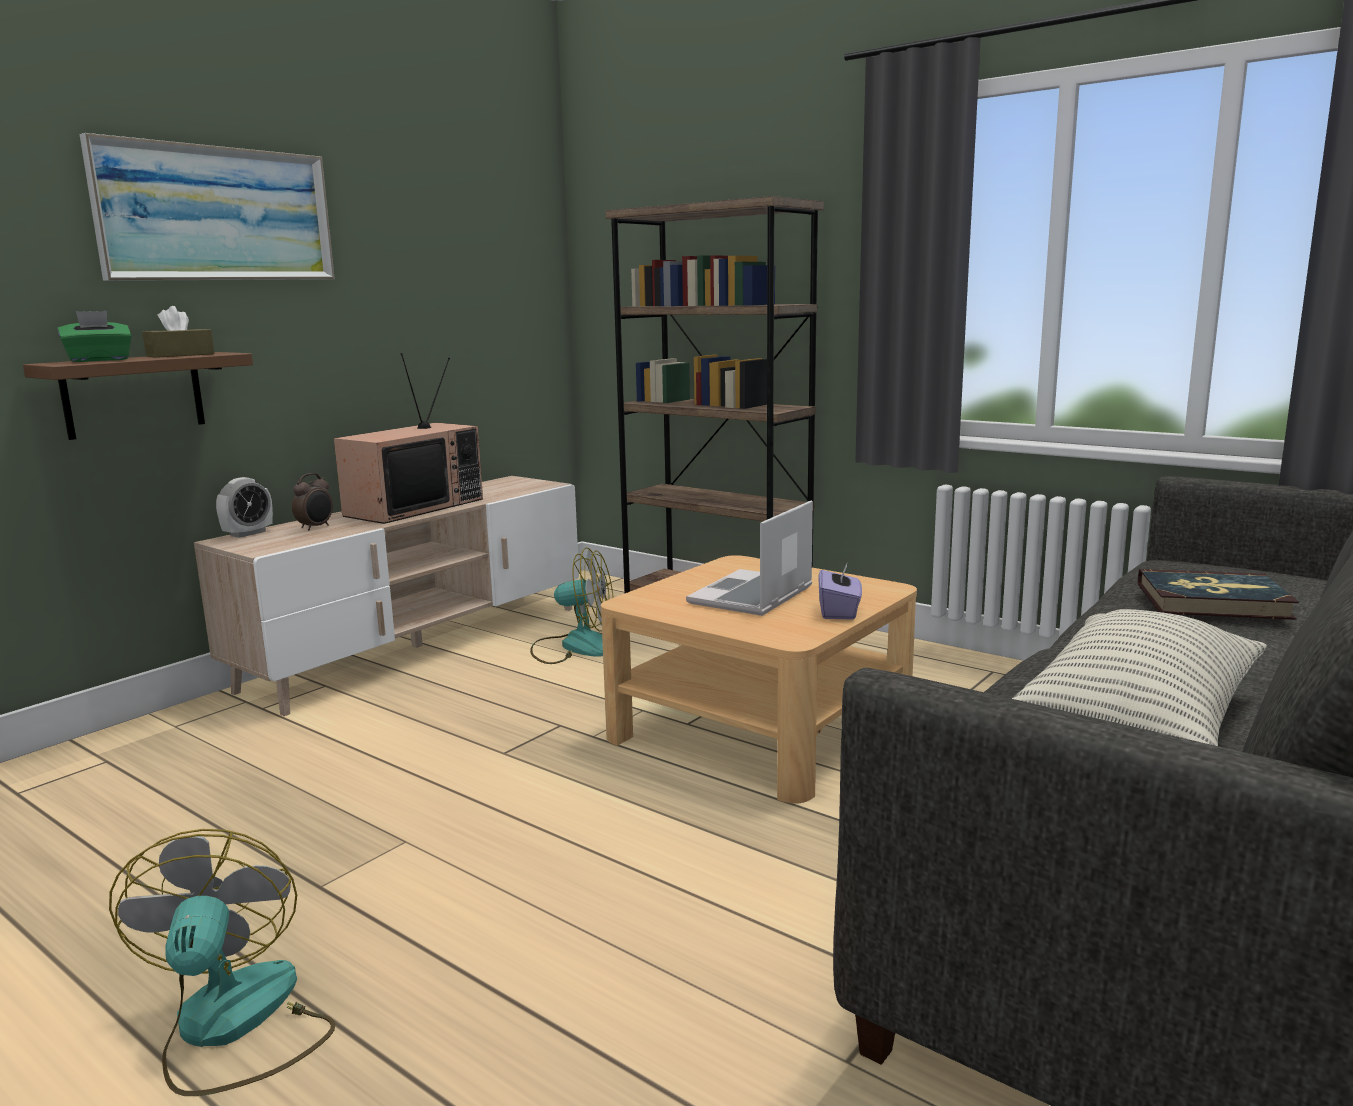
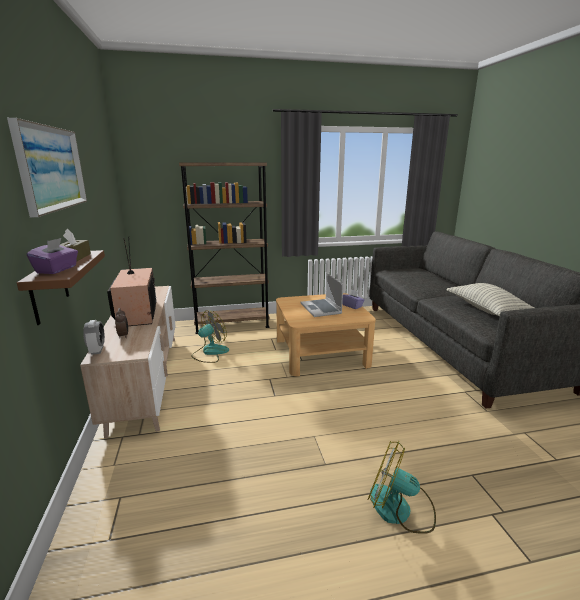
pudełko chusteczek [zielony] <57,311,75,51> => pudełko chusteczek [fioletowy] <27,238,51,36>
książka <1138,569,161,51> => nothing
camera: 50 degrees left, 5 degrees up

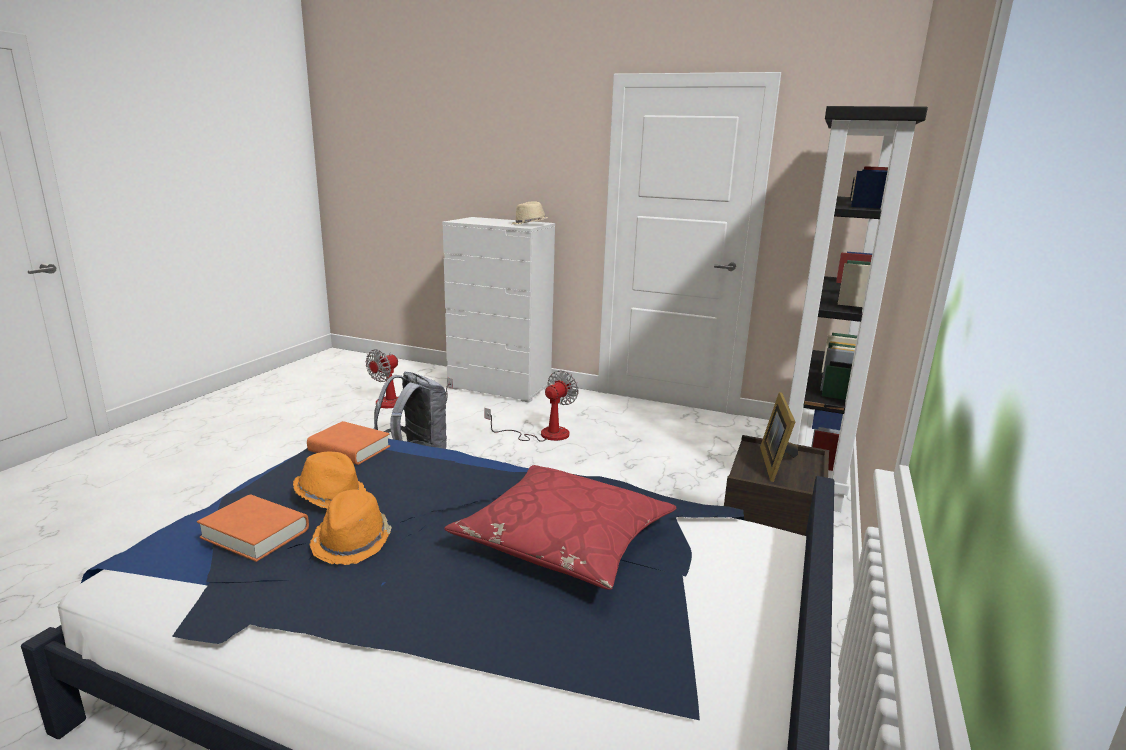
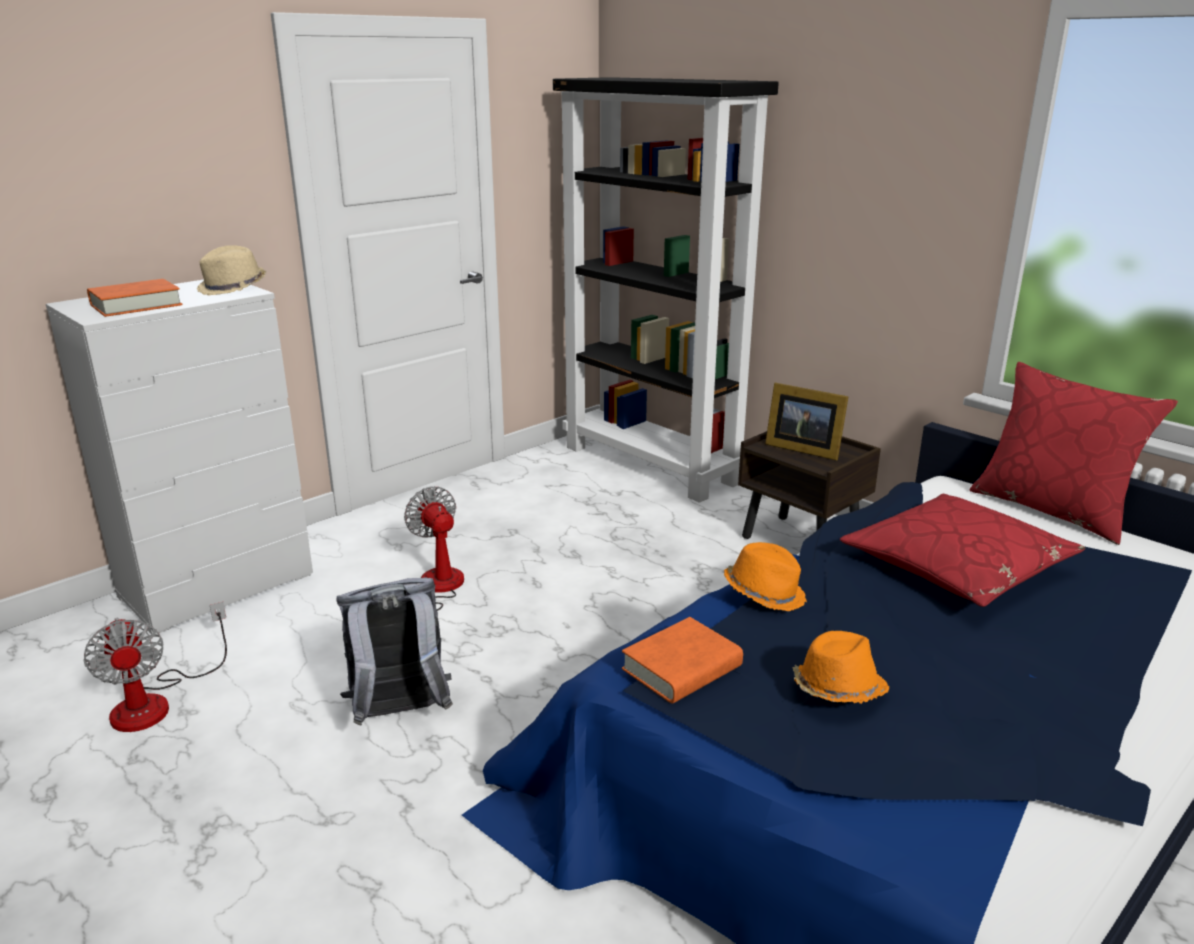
książka [pomarańczowy] <197,495,112,67> => książka [pomarańczowy] <87,279,95,38>, relocated
kapelusz [pomarańczowy] <310,489,82,76> => kapelusz [pomarańczowy] <724,542,83,69>, relocated
nothing => poduszka [czerwony] <970,362,208,183>
camera: 65 degrees left, 5 degrees up

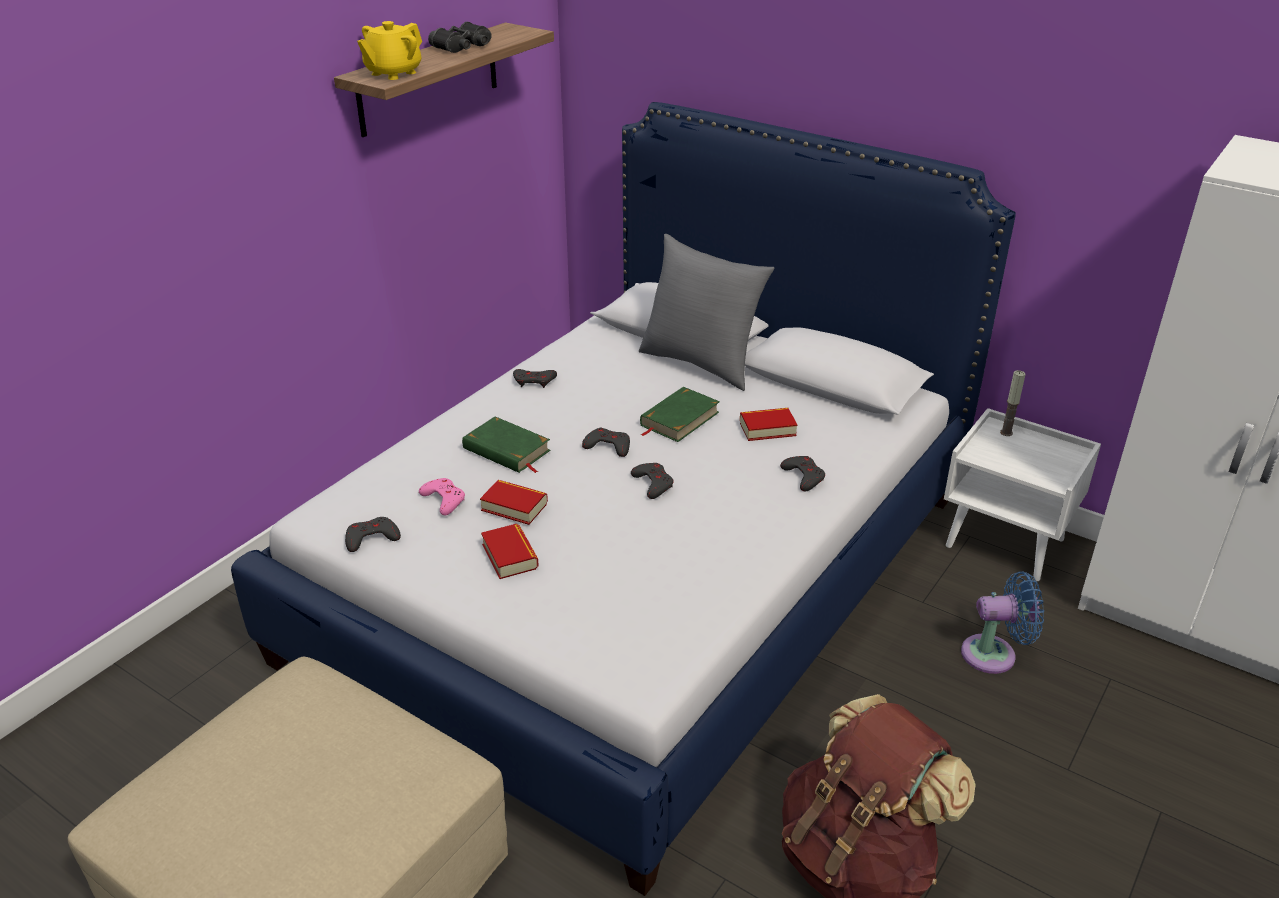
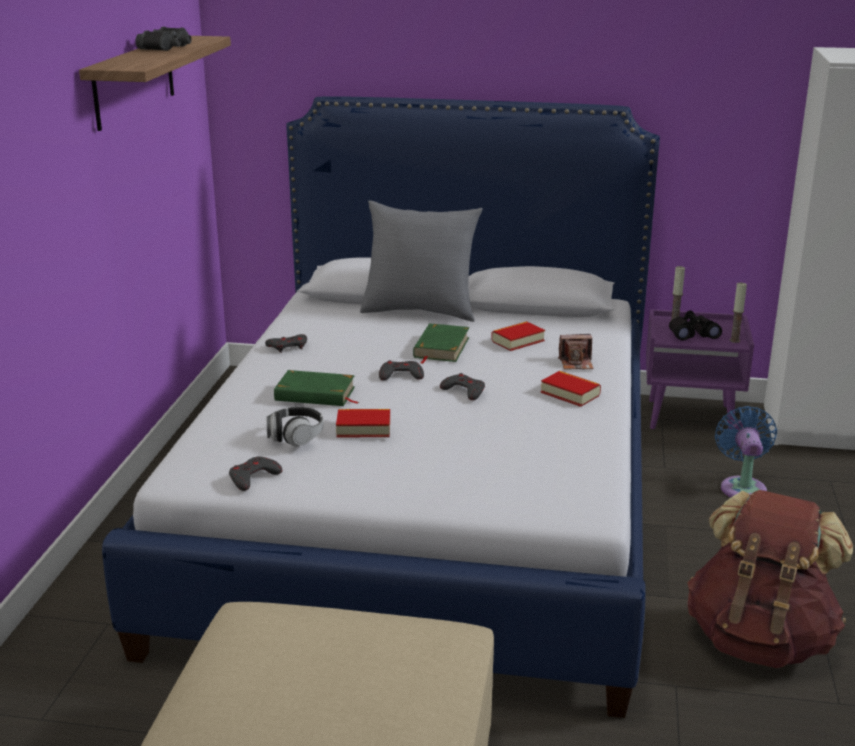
pad do gier [różowy] <419,478,46,37> => słuchawki <266,407,58,39>
książka <481,524,58,55> => książka <541,371,60,36>, relocated
pad do gier [szary] <780,456,45,36> => aparat fotograficzny <558,334,36,35>
szafka nocna [biały] <944,408,157,173> => szafka nocna [fioletowy] <646,309,108,120>
nothing => lornetka [czarny] <669,310,53,31>
wentylator [niebieski] <961,571,83,103> => wentylator [niebieski] <715,406,62,91>, 60 degrees counterclockwise
nothing => świeca <729,283,18,60>
imbryk [żółty] <357,21,65,59> => nothing
camera: 25 degrees left, 10 degrees down

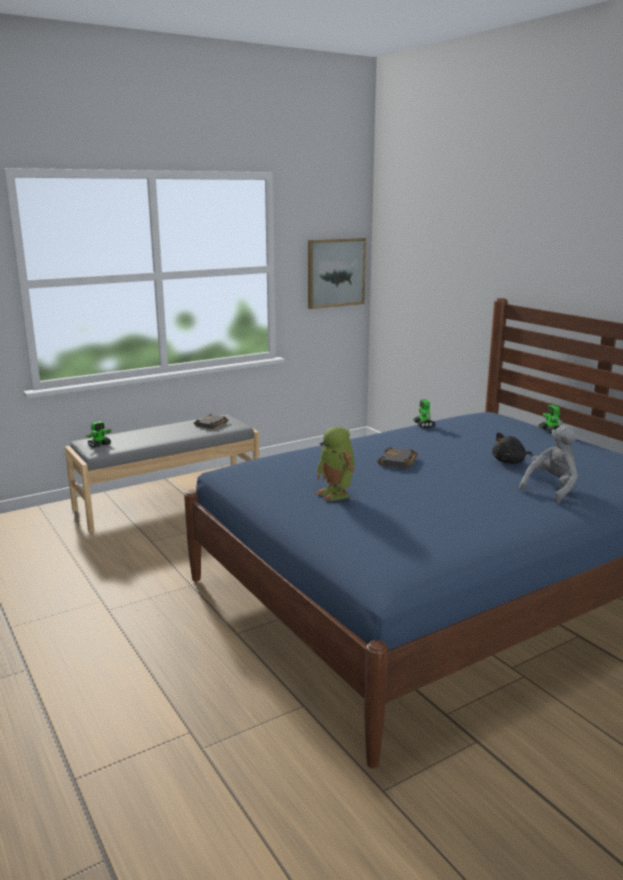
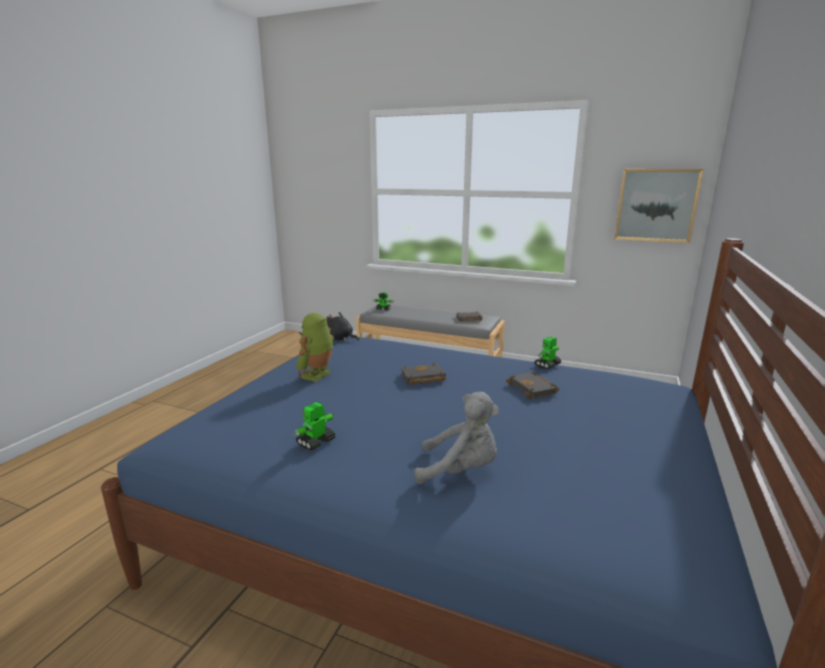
robot zabawkowy <538,405,24,29> => robot zabawkowy <293,402,43,48>, relocated
pluszak [czarny] <492,432,40,32> => pluszak [czarny] <327,312,32,29>, relocated
nothing => książka [czarny] <506,372,53,27>
camera: 55 degrees right, 0 degrees up

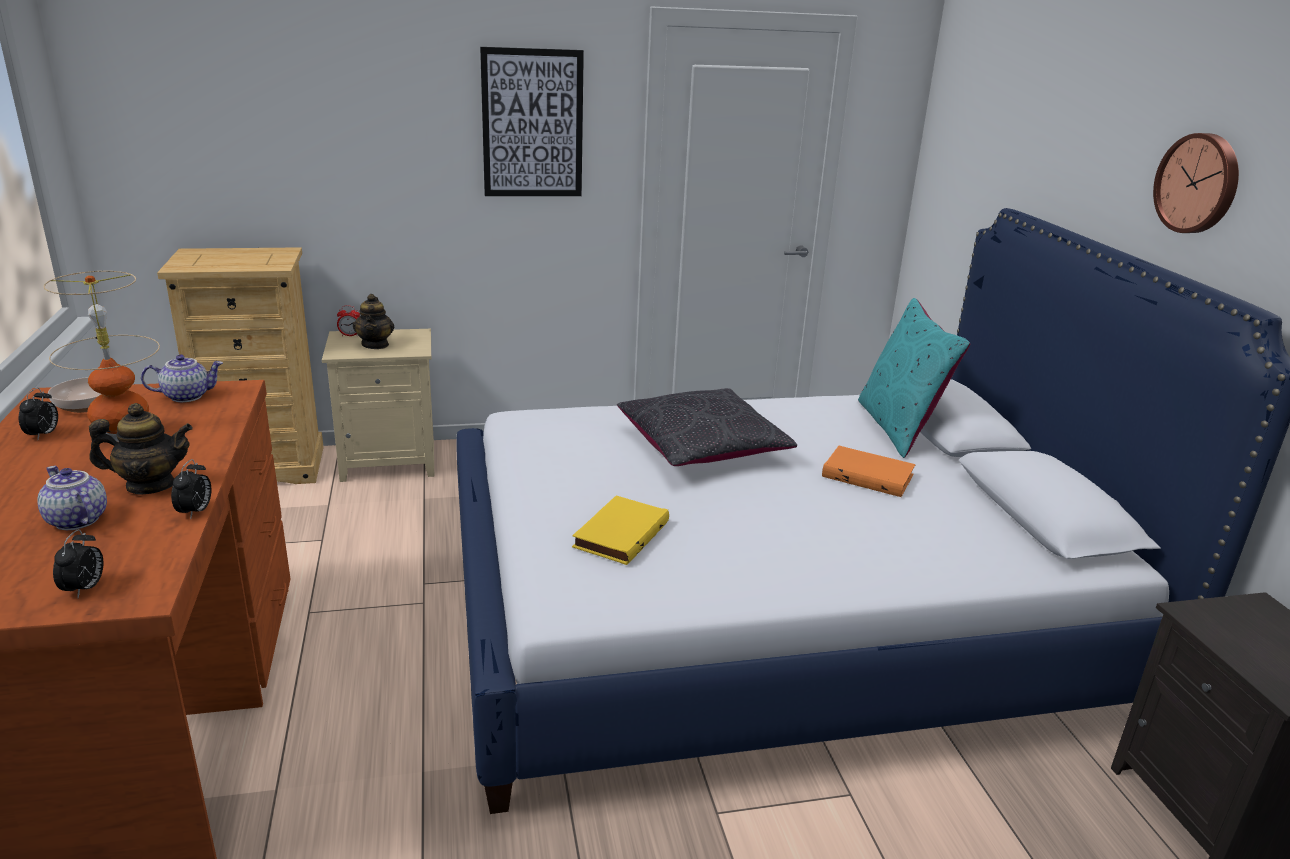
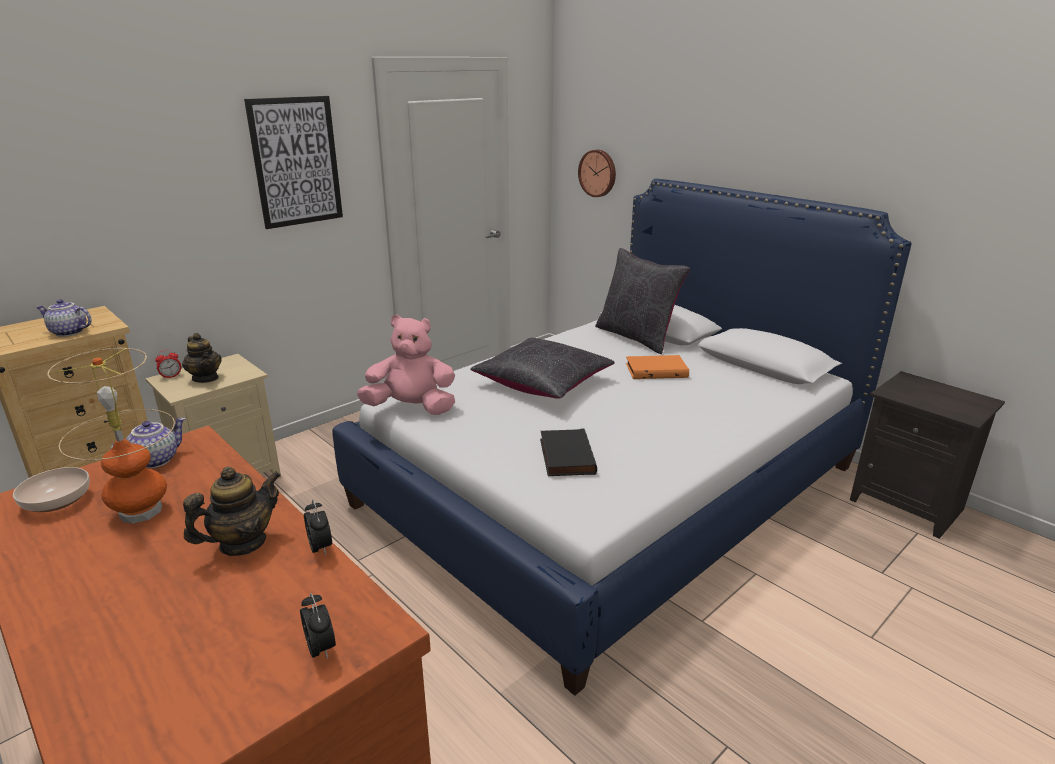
imbryk <37,466,70,64> => imbryk <36,299,56,38>, relocated
nothing => pluszak [różowy] <357,315,98,100>
książka [żółty] <572,495,97,70> => książka [czarny] <540,429,57,47>
zegar ścienny <1153,133,86,100> => zegar ścienny <578,150,38,47>, relocated
poduszka [turkusowy] <858,298,112,160> => poduszka [czarny] <595,248,95,106>
budzik <19,388,39,52> => nothing
camera: 30 degrees left, 0 degrees up

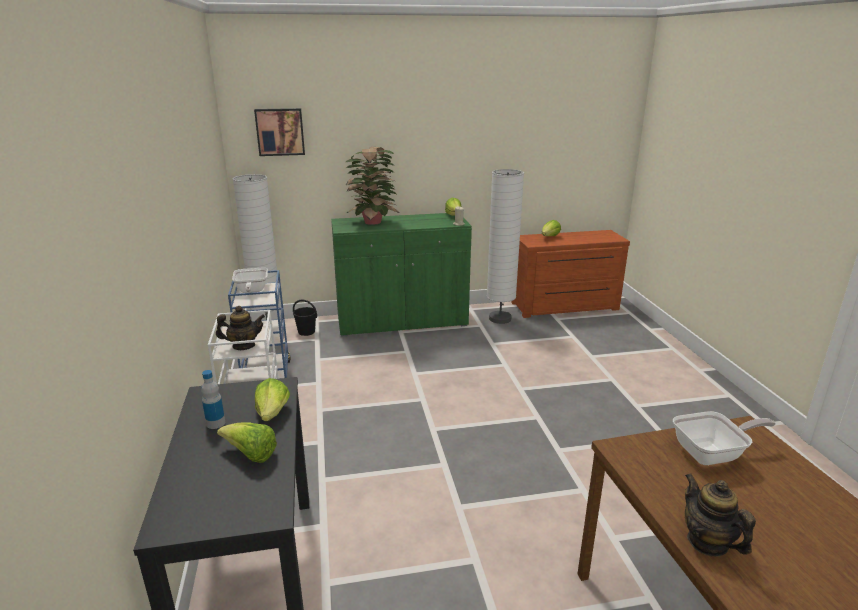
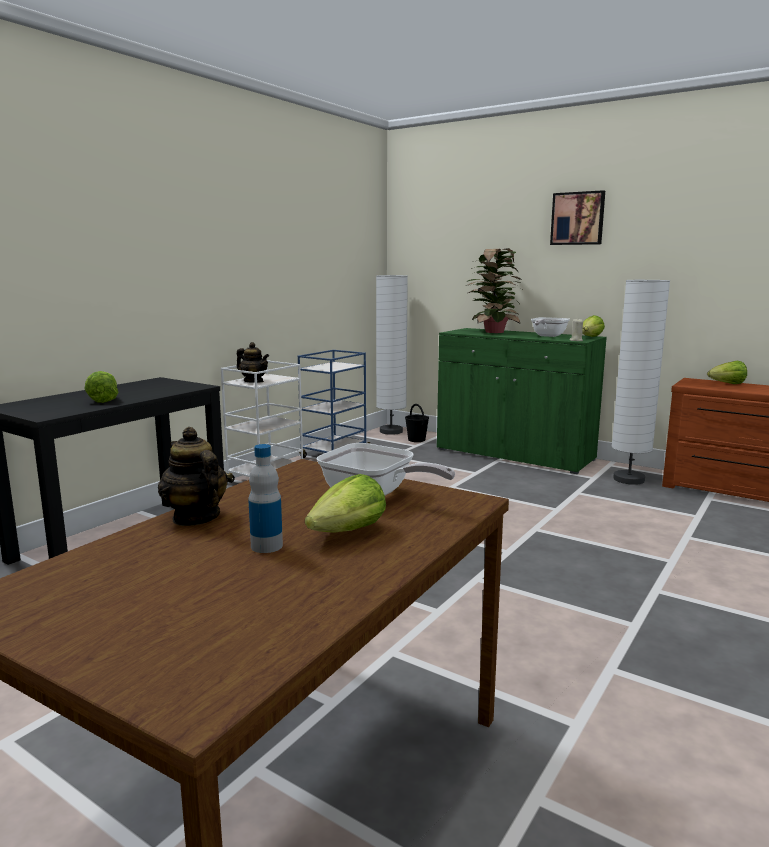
imbryk <685,473,71,84> => imbryk <158,427,70,99>, 60 degrees counterclockwise
butelka <201,370,24,59> => butelka <248,444,35,109>, relocated
sałata <255,378,35,43> => sałata <305,474,81,59>, relocated
patelnia <232,268,36,25> => patelnia <531,317,39,20>, relocated
obraz <254,108,51,48> => obraz <550,190,55,55>, relocated
camera: 45 degrees right, 10 degrees down

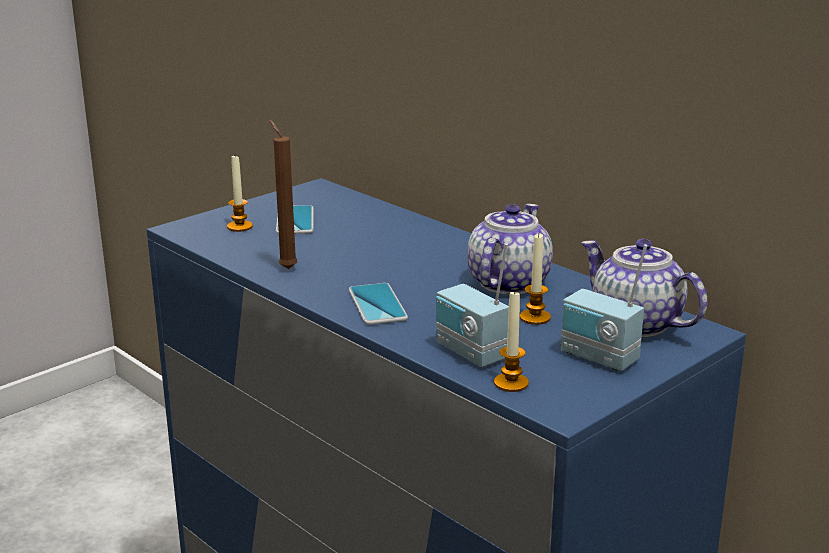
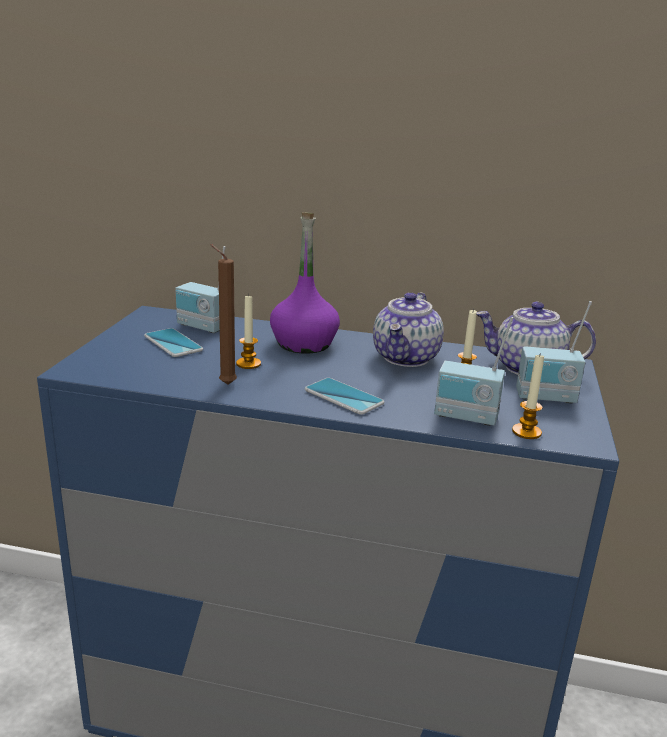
nothing => radio <175,246,50,87>
świeca <227,156,26,76> => świeca <236,294,25,75>, relocated
nothing => butelka [fioletowy] <270,212,70,142>
imbryk <467,204,86,91> => imbryk <373,292,71,75>, 150 degrees counterclockwise
camera: 35 degrees left, 0 degrees up

